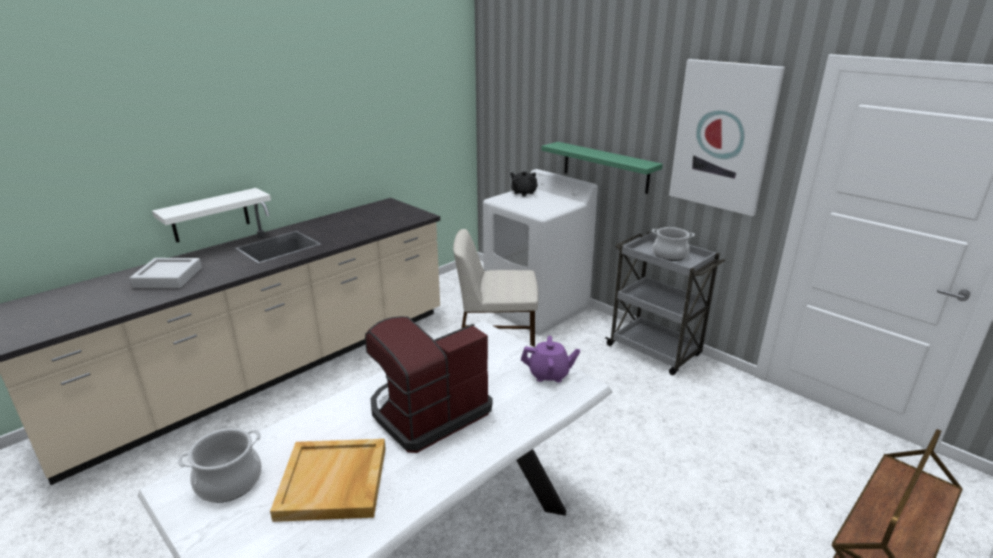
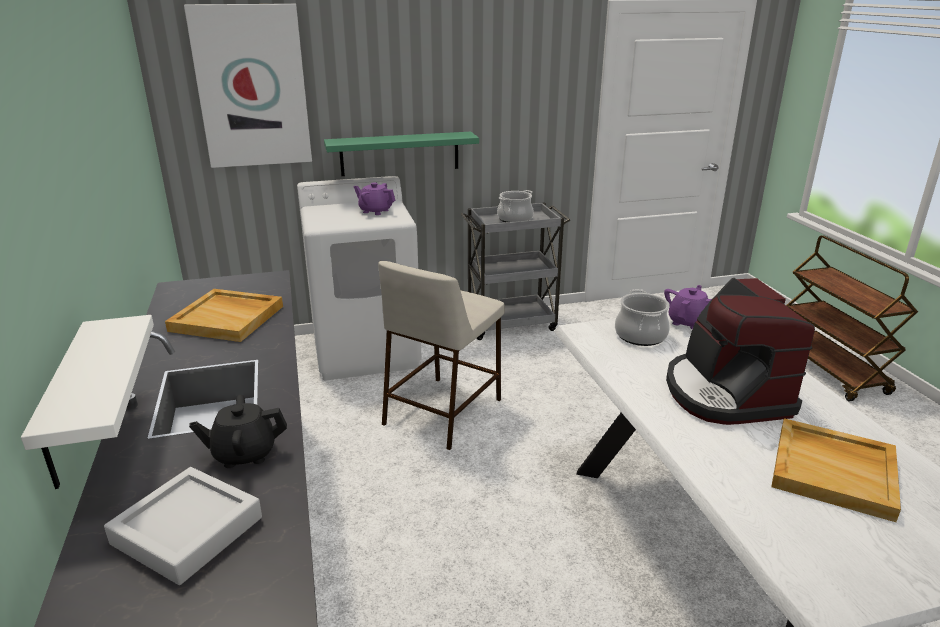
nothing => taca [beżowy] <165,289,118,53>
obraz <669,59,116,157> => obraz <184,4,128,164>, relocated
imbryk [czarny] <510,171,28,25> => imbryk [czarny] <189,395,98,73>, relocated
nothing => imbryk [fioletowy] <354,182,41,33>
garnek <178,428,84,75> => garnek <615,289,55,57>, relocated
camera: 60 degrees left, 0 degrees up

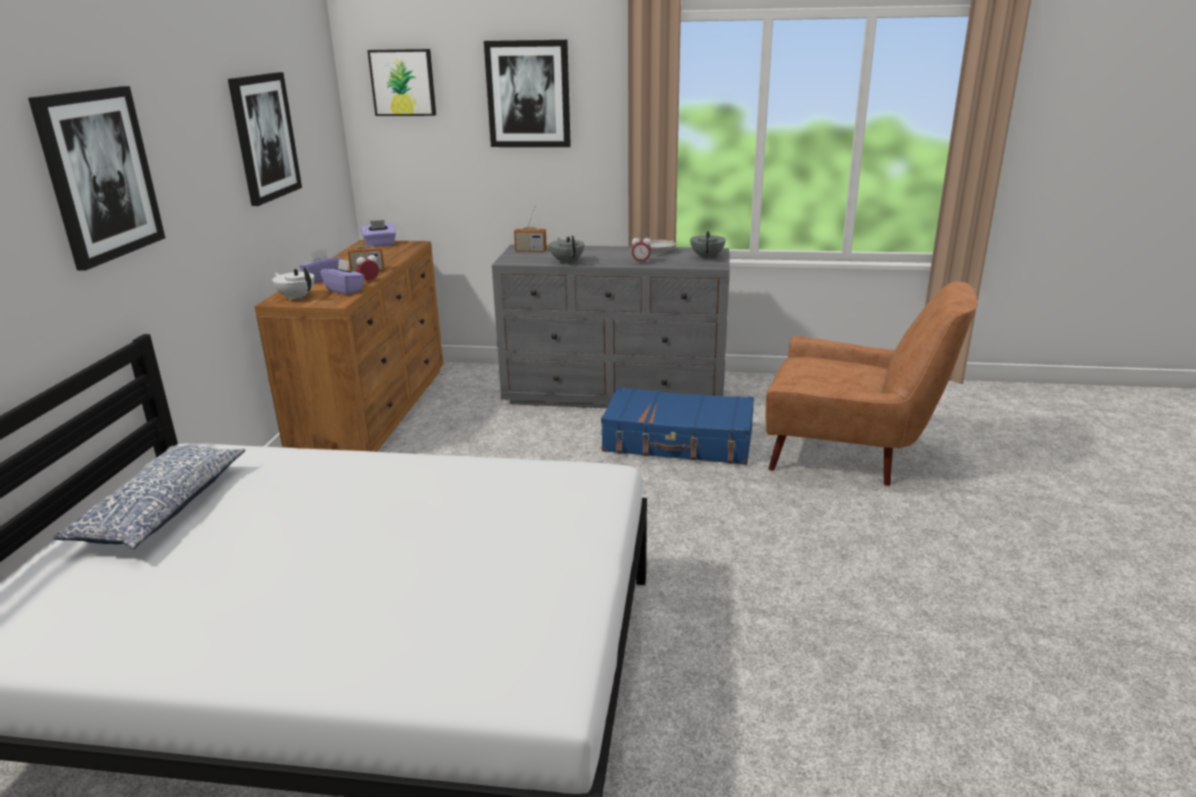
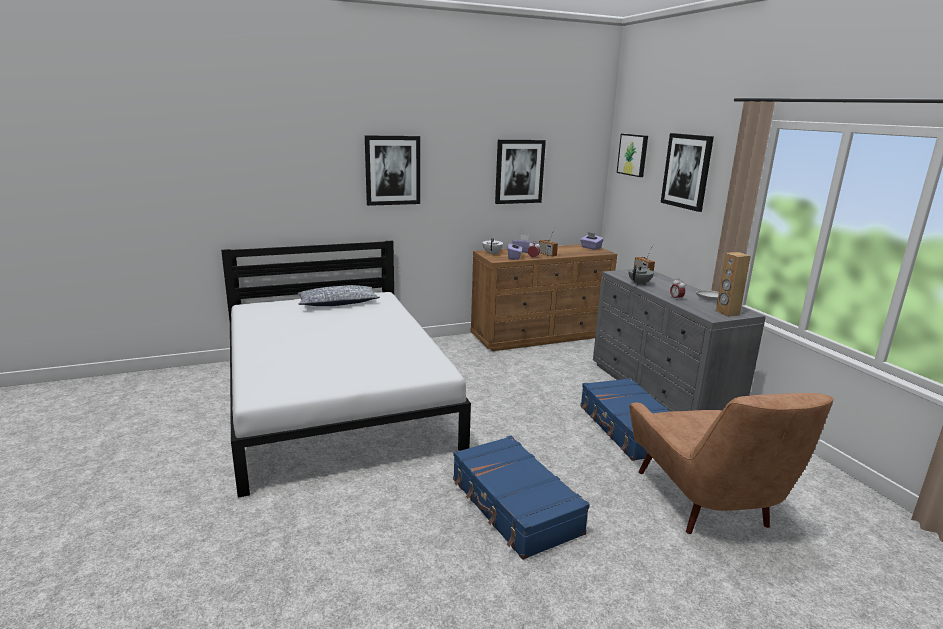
nothing => walizka [niebieski] <453,436,137,124>
imbryk [szary] <690,231,36,29> => głośnik [brązowy] <716,252,35,65>
camera: 60 degrees right, 5 degrees down

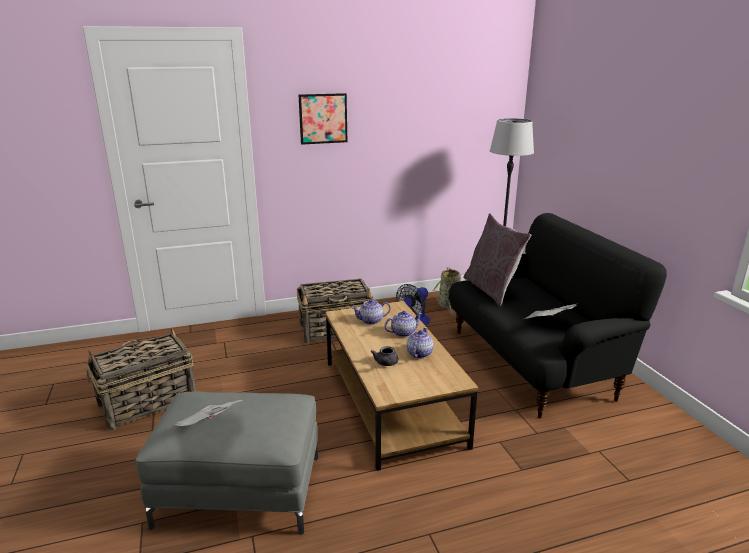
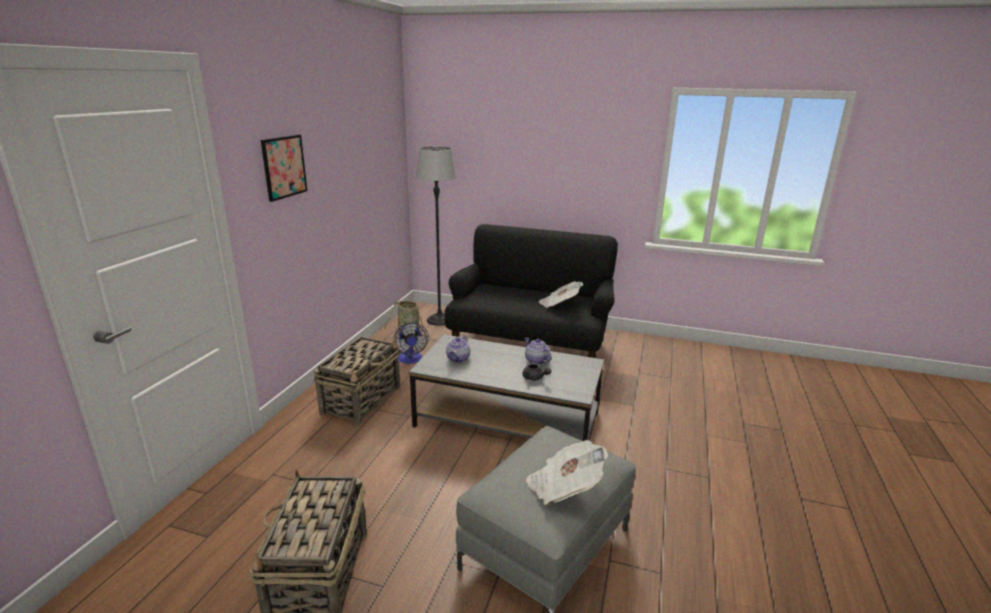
ława [brązowy] <325,301,154,170> => ława [szary] <409,335,195,106>
imbryk <384,311,38,26> => nothing
poduszka [szary] <463,213,68,93> => nothing
camera: 55 degrees left, 0 degrees up

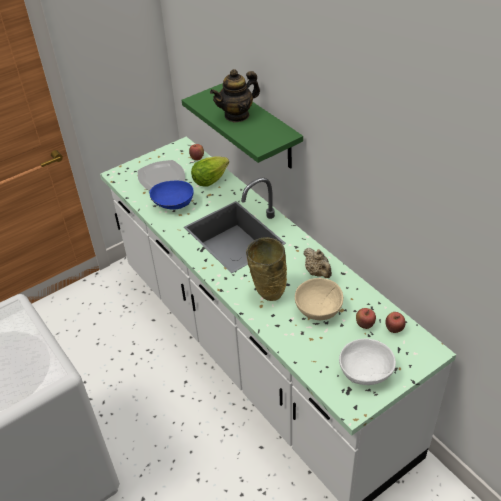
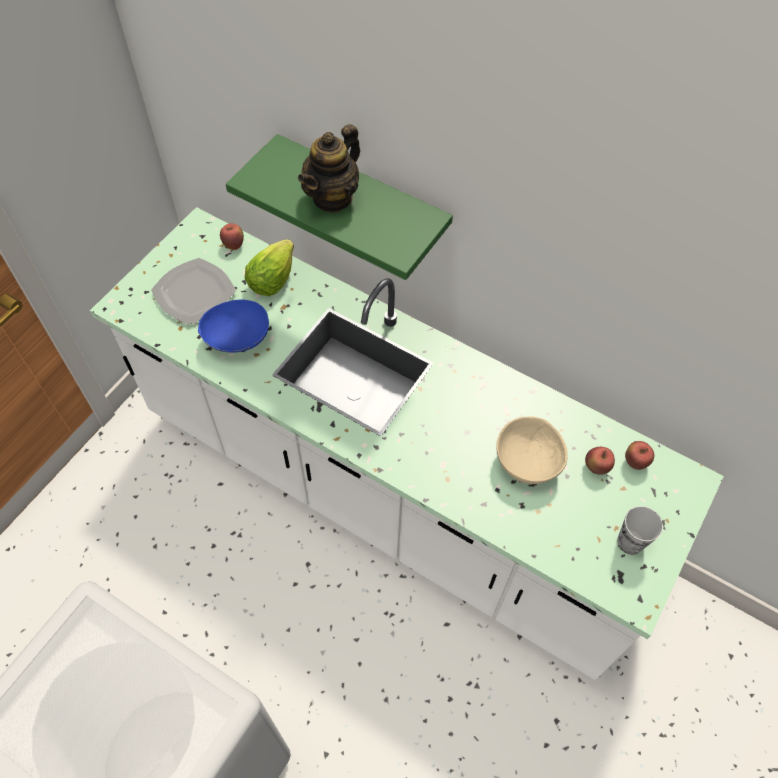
miska [biały] <339,339,57,46> => filiżanka <617,506,46,49>
wazon [beżowy] <246,237,41,64> => nothing
imbryk [beżowy] <303,247,29,31> => nothing
camera: 25 degrees left, 15 degrees up

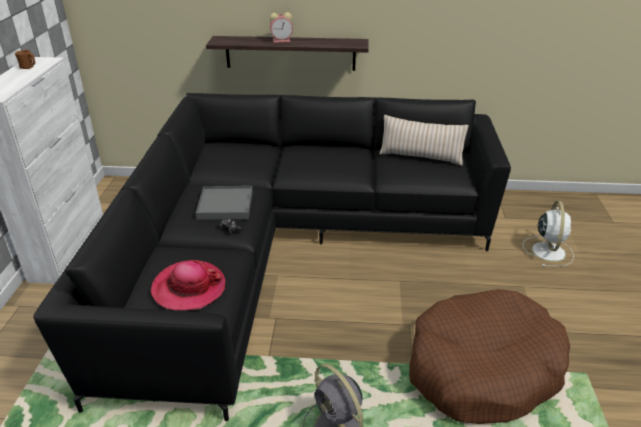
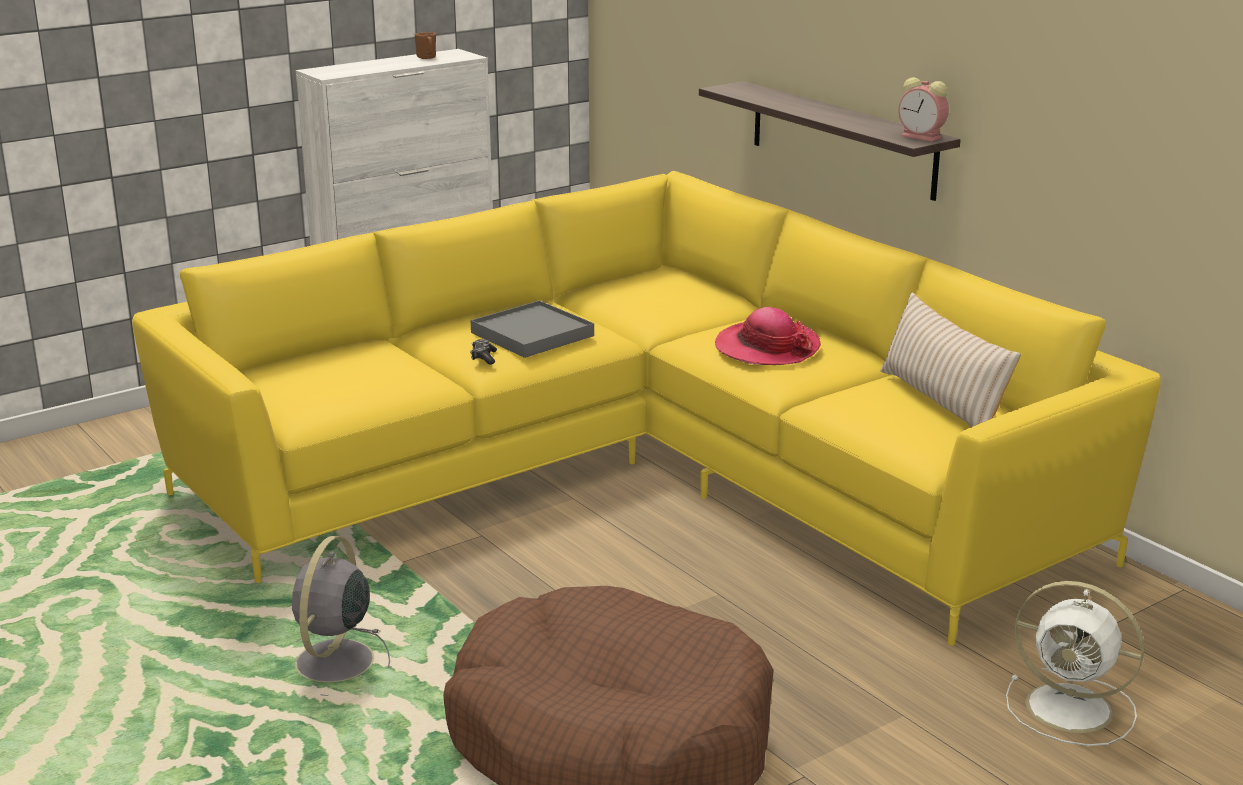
kanapa [czarny] <34,93,477,328> => kanapa [żółty] <132,171,1029,475>
kapelusz <151,260,75,50> => kapelusz <715,307,106,58>, relocated
budzik <270,12,23,31> => budzik <898,77,51,65>, relocated
wentylator [biały] <522,201,52,65> => wentylator [biały] <1006,581,138,165>, 60 degrees clockwise
camera: 50 degrees right, 10 degrees down

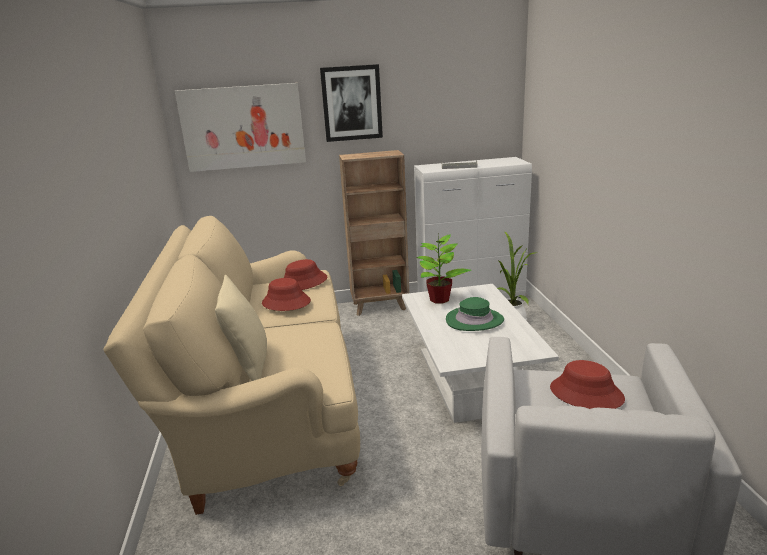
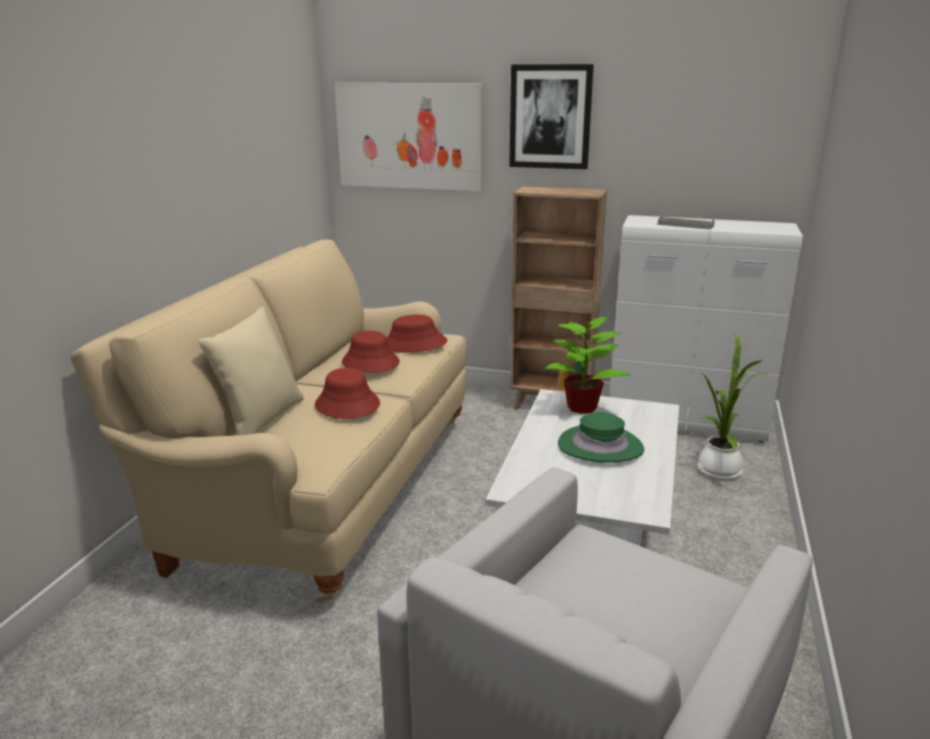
kapelusz [czerwony] <550,360,75,49> => kapelusz [czerwony] <315,368,65,51>, relocated
camera: 25 degrees right, 0 degrees up

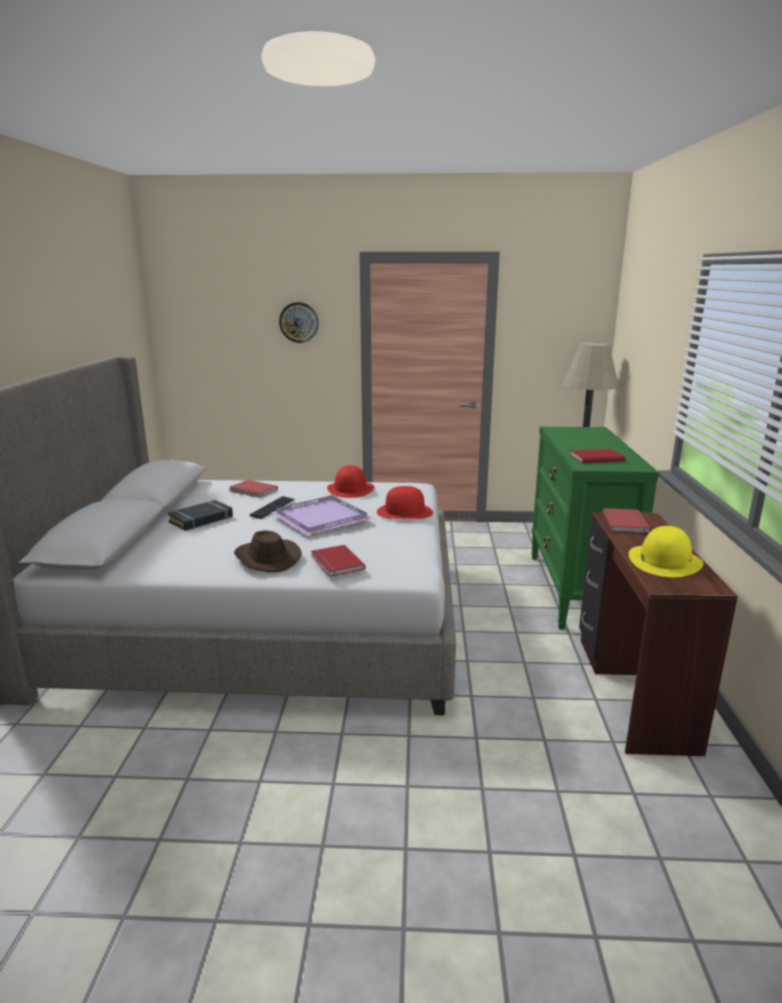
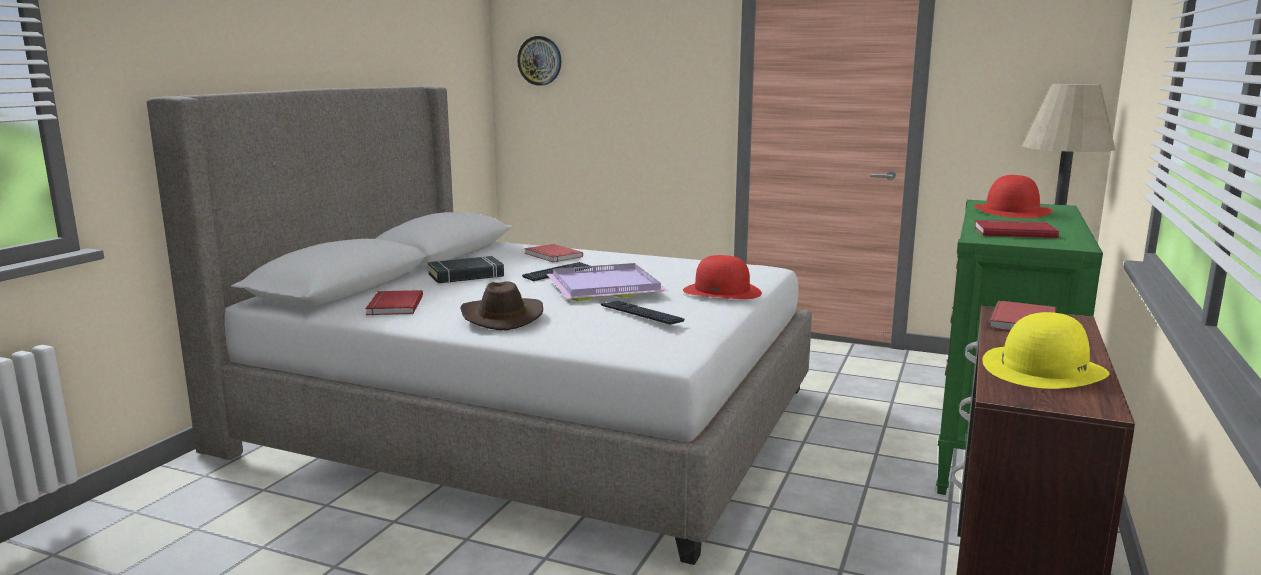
książka [czerwony] <311,545,54,32> => książka [czerwony] <365,290,58,26>, relocated
zegar ścienny <279,302,40,41> => zegar ścienny <517,36,44,50>, relocated
nothing => klawiatura <601,301,84,24>
kapelusz [czerwony] <327,465,47,33> => kapelusz [czerwony] <974,175,78,43>, relocated
camera: 20 degrees right, 5 degrees down

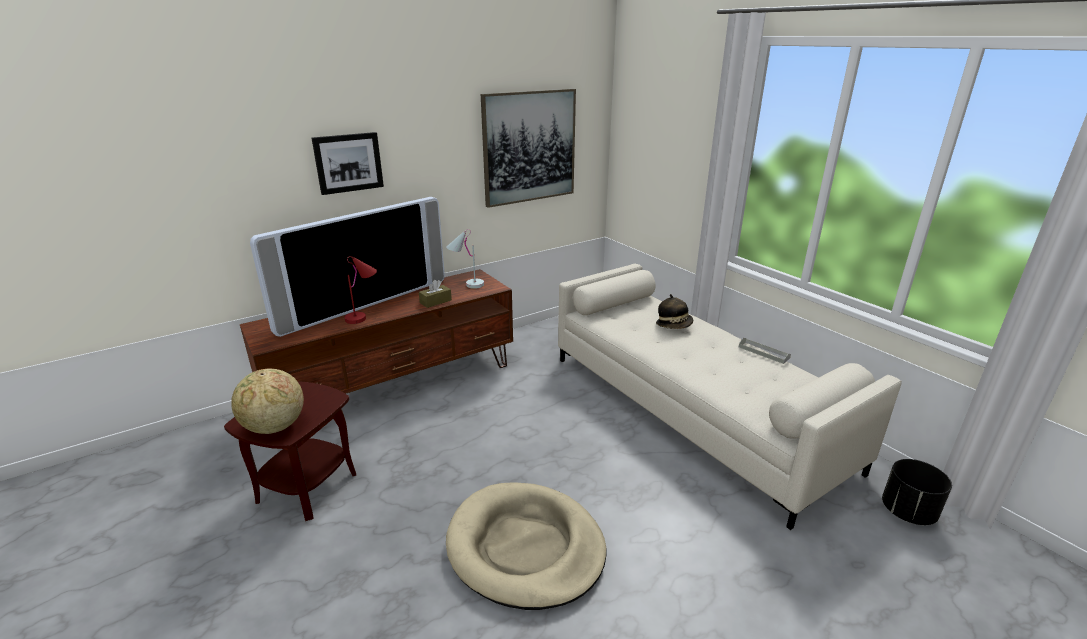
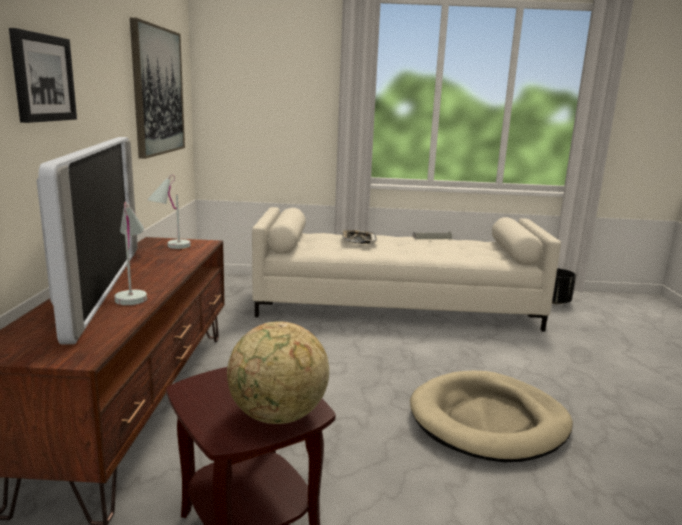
lampa stołowa [czerwony] <345,256,32,68> => lampa stołowa [biały] <114,202,33,103>
kapelusz <656,294,37,35> => taca <342,230,35,14>
pudełko chusteczek [brązowy] <419,280,33,28> => nothing
camera: 55 degrees left, 10 degrees down

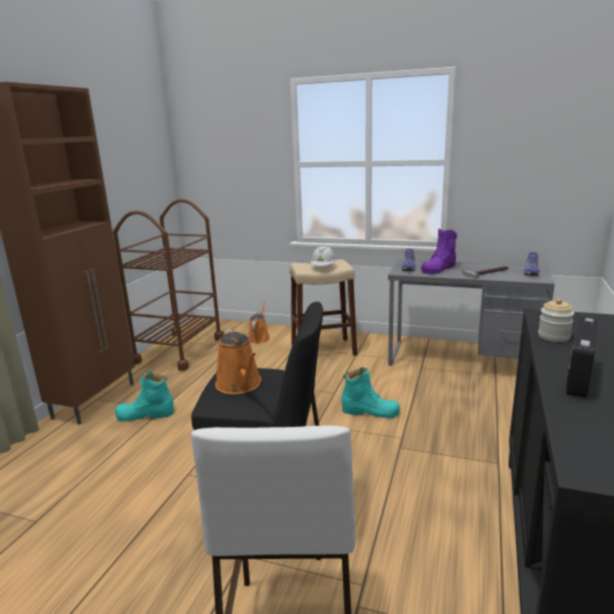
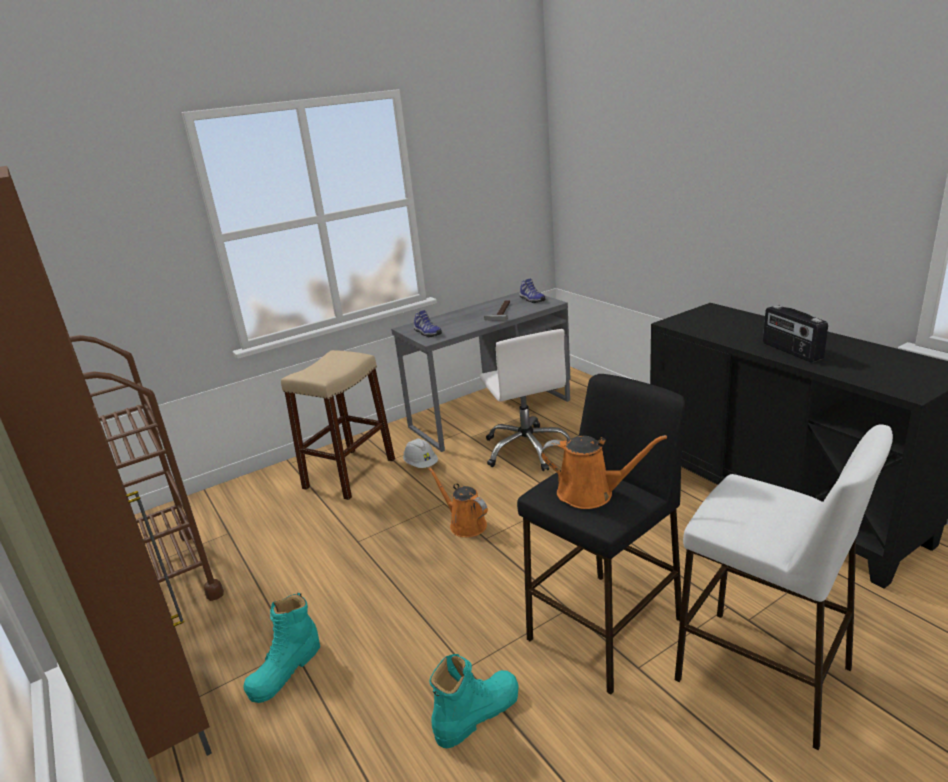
kask [biały] <311,246,25,20> => kask [biały] <403,438,35,30>, relocated
konewka [pomarańczowy] <248,302,22,42> => konewka [pomarańczowy] <428,467,60,70>, relocated
but z cholewką [turkusowy] <341,367,59,51> => but z cholewką [turkusowy] <429,654,90,94>, relocated
nothing => krzesło biurowe [biały] <480,329,91,142>
but z cholewką [fioletowy] <421,229,36,45> => nothing
słoik <538,298,36,44> => nothing
camera: 50 degrees left, 5 degrees up

